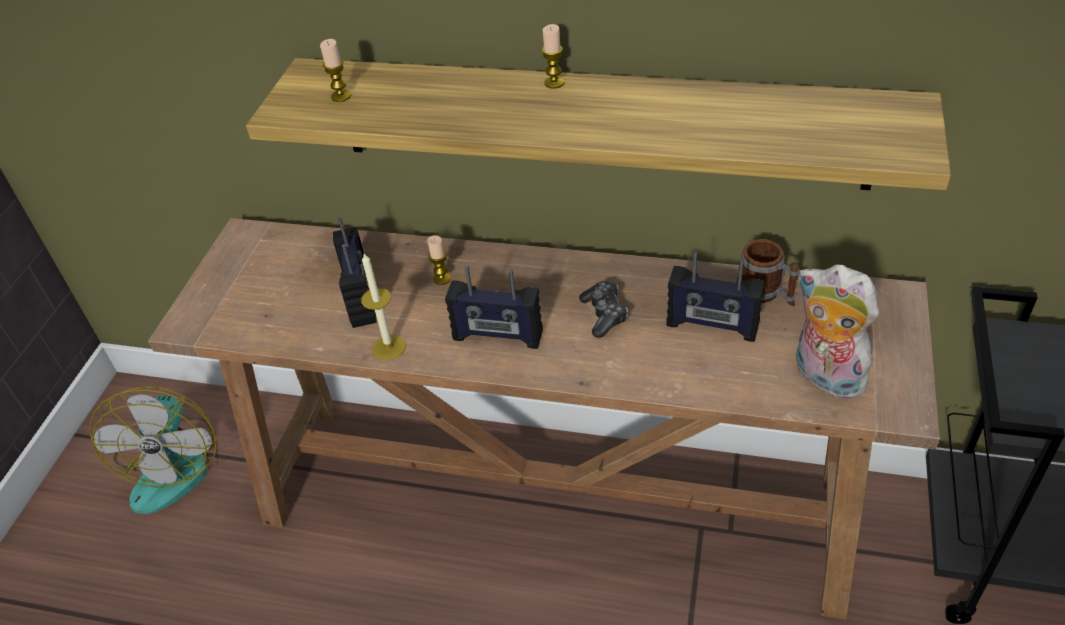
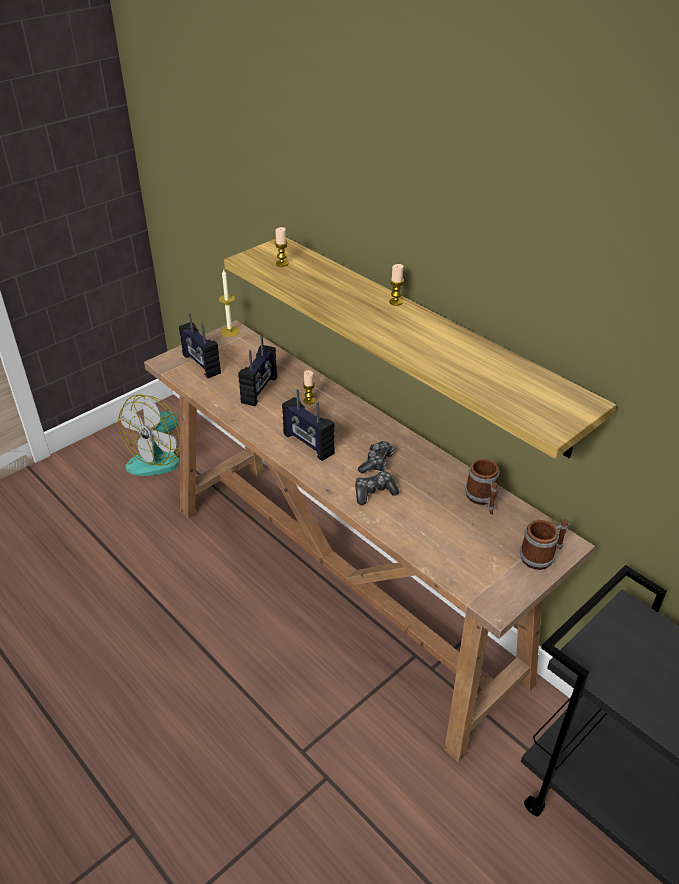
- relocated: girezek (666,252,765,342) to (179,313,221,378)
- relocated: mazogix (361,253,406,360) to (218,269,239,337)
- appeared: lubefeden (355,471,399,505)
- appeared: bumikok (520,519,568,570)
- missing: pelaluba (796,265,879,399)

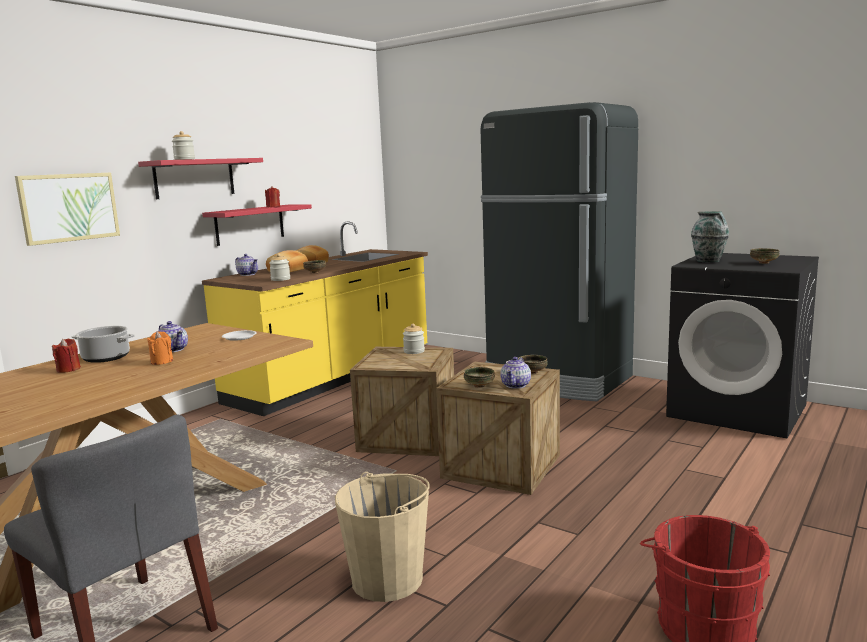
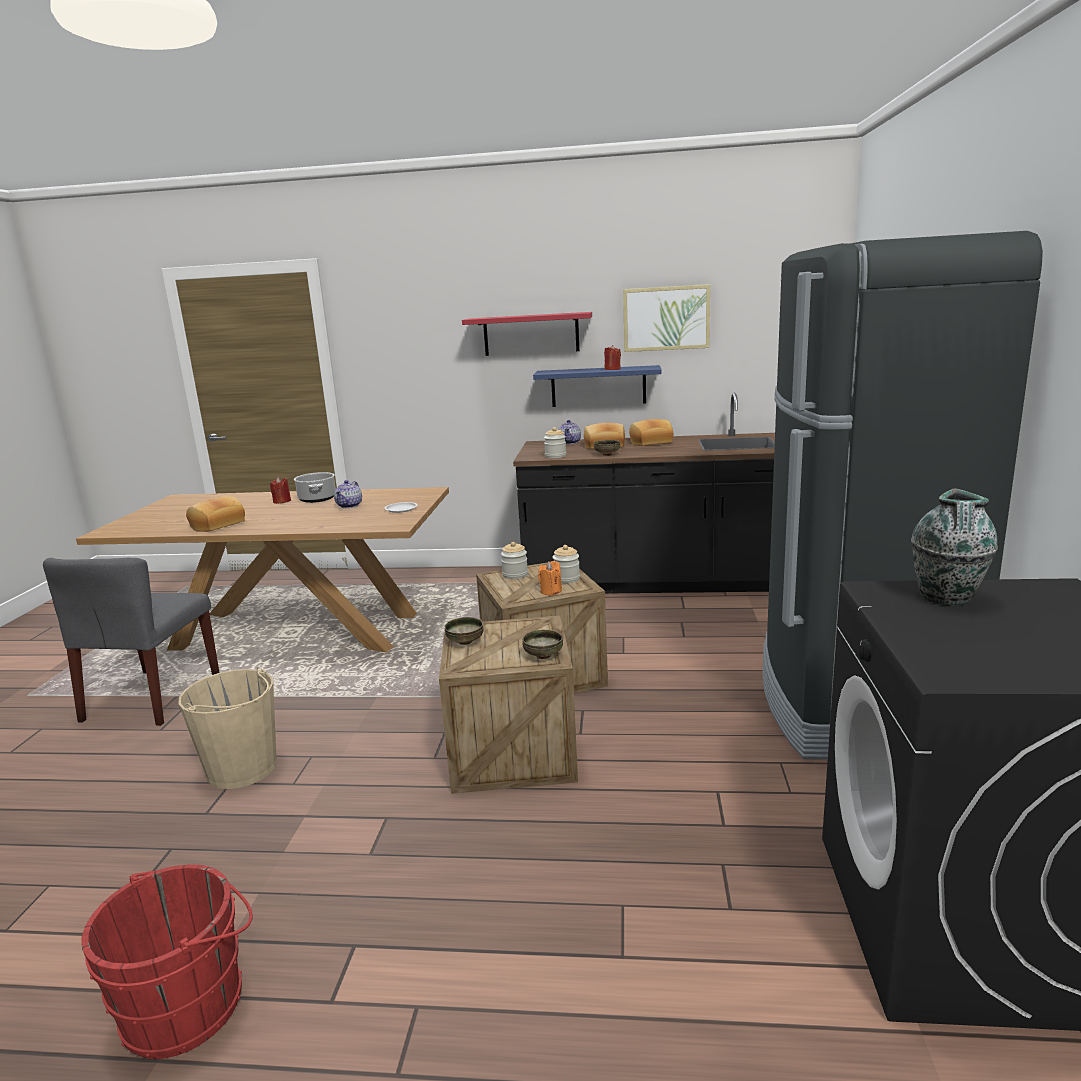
- appeared: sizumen (186,496,245,532)
- relocated: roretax (172,131,195,160) to (501,542,528,579)
- colour: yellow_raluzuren (202,221,428,416) to black_raluzuren (513,393,775,594)
- colour: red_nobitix (202,204,312,246) to blue_nobitix (533,365,662,407)
- relocated: orange_mazogix (147,331,173,365) to (538,561,562,595)
- relocated: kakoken (15,173,120,246) to (623,284,710,352)
- missing: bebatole (500,357,531,389)
- missing: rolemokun (750,248,780,264)

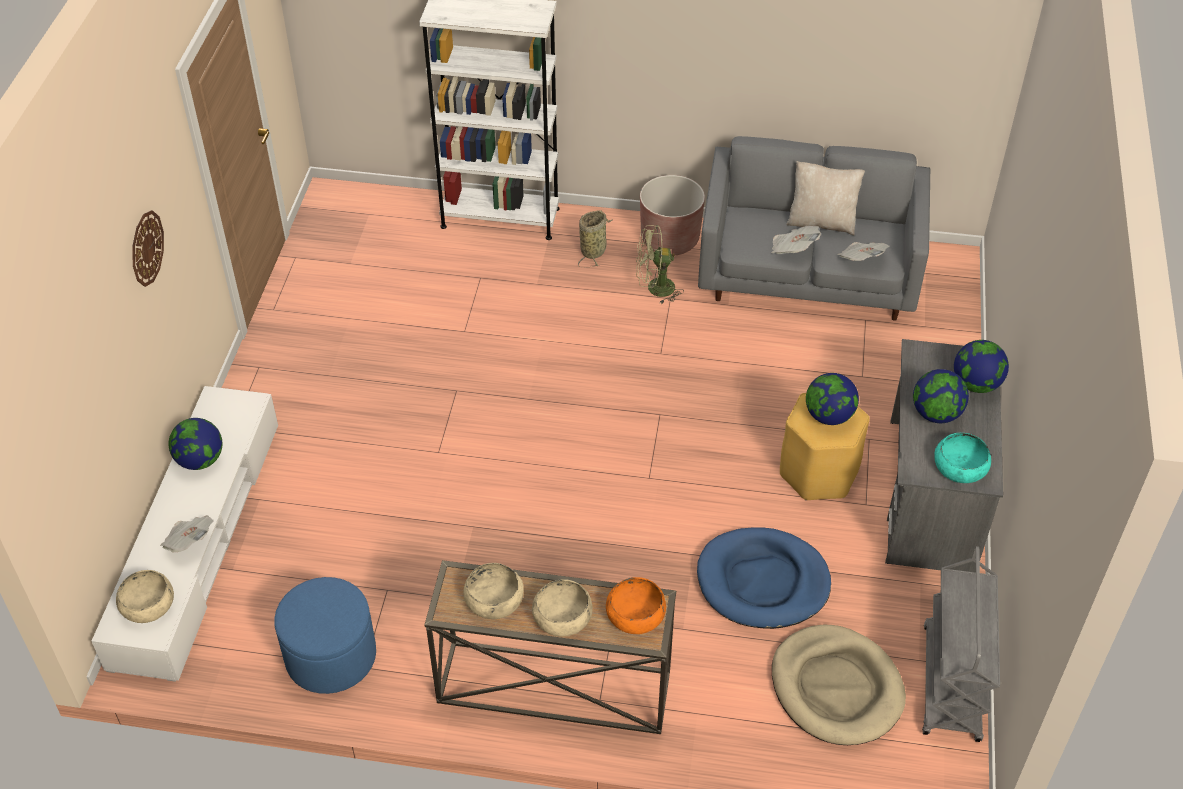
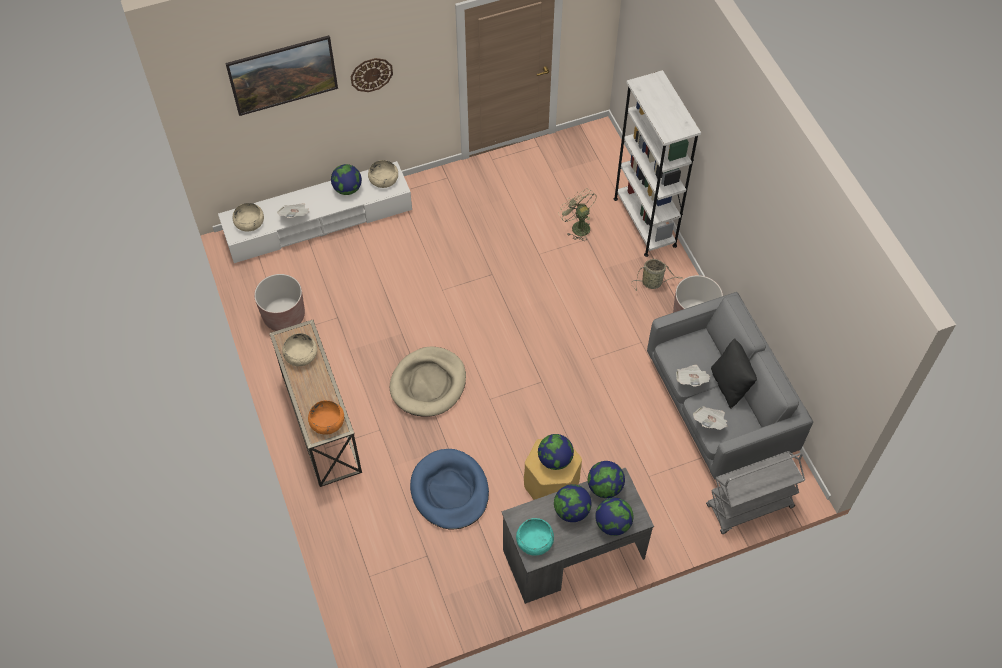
- appeared: kakoken (225,35,338,116)
- exchanged: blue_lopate (274,577,376,694) to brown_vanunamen (254,274,305,331)
- relocated: beige_rolemokun (532,579,593,637) to (368,160,398,188)
- relocated: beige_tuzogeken (772,625,906,745) to (390,346,466,417)
- relocated: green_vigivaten (636,225,684,304) to (558,188,597,241)
- appeared: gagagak (588,461,625,498)
- relocated: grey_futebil (922,546,1000,742) to (706,451,805,534)
- colour: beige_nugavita (786,161,865,235) to black_nugavita (711,338,757,408)

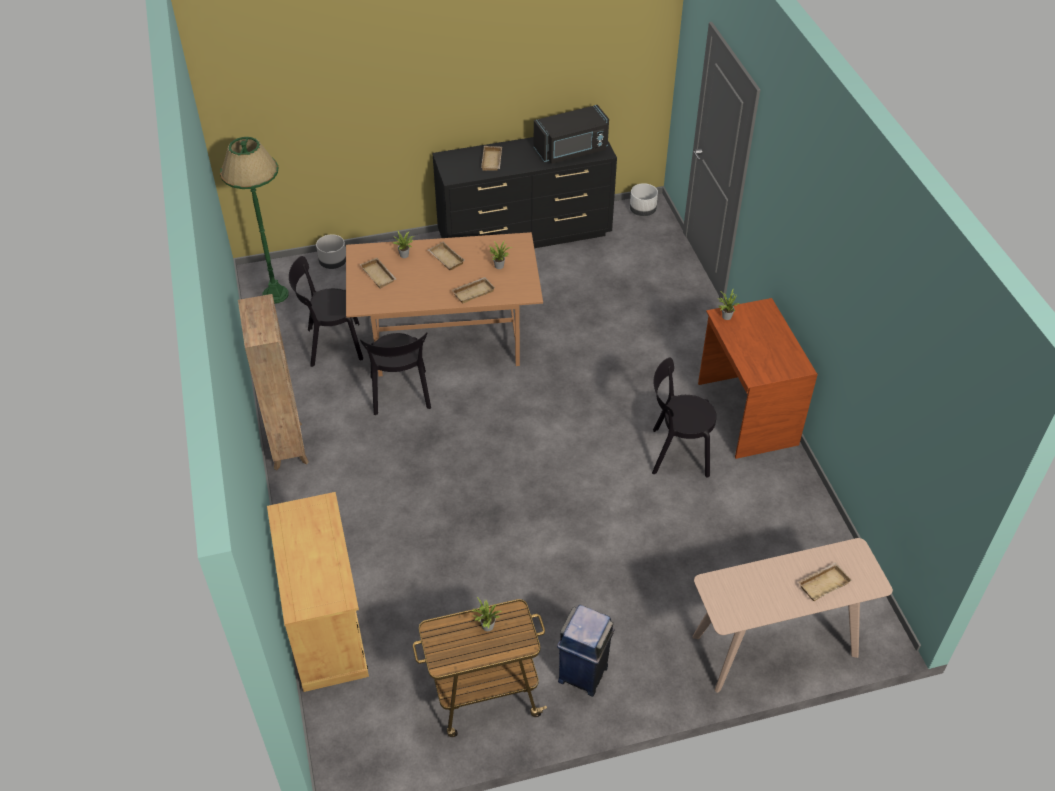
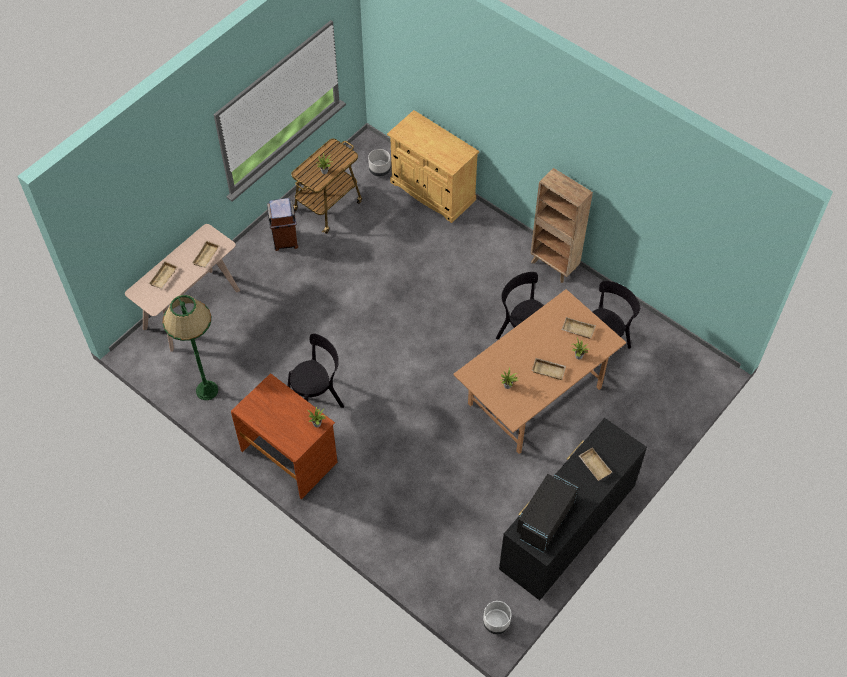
- relocated: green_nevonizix (220,137,289,304) to (163,295,218,400)
- relocated: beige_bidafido (452,277,495,303) to (192,240,220,268)
- colour: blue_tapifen (557,605,615,697) to brown_tapifen (267,198,298,251)
- relocated: grey_vanunamen (316,234,346,269) to (368,149,391,177)

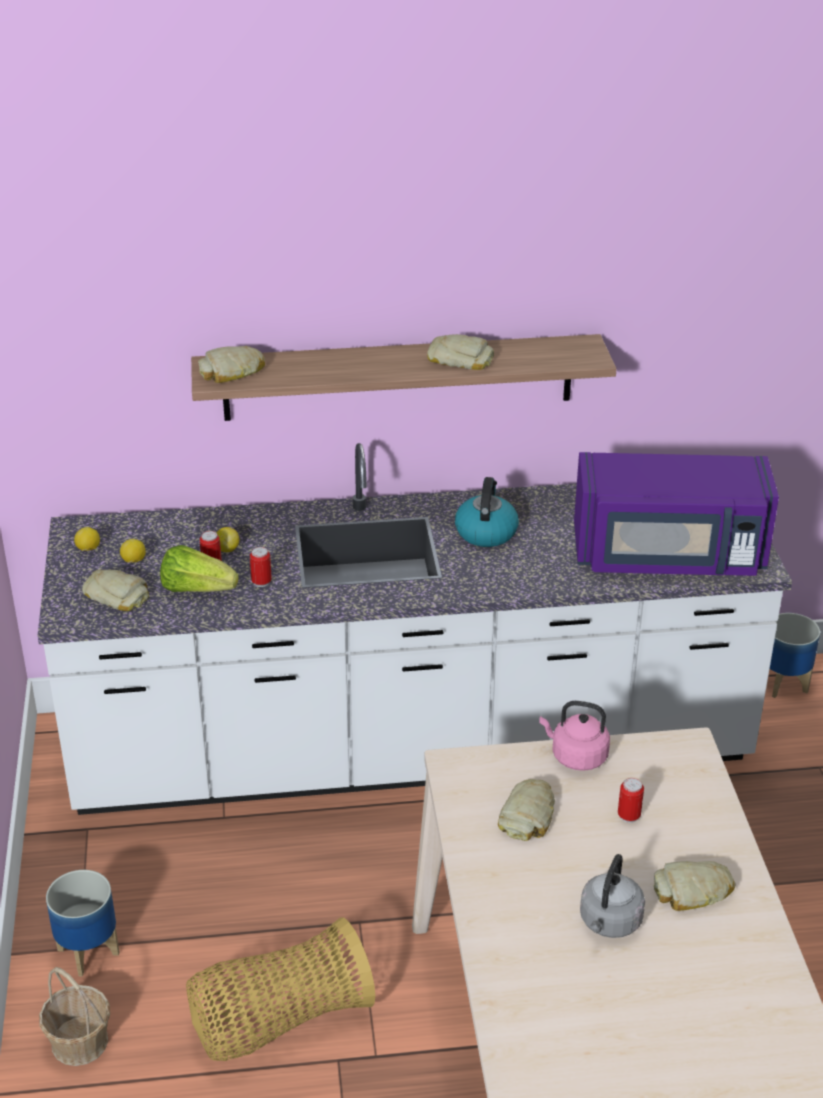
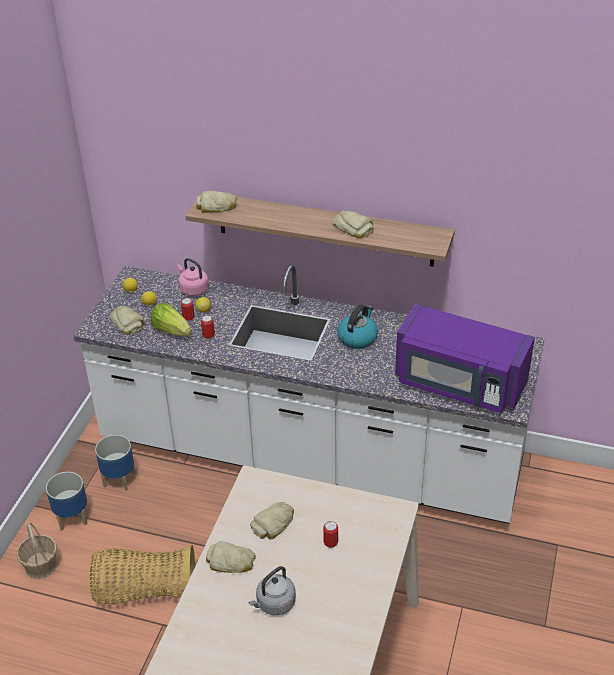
- relocated: vanunamen (770,613,820,698) to (95,435,135,491)
- relocated: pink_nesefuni (540,701,610,771) to (177,258,209,296)
- relocated: sizumen (654,861,736,911) to (206,541,256,573)

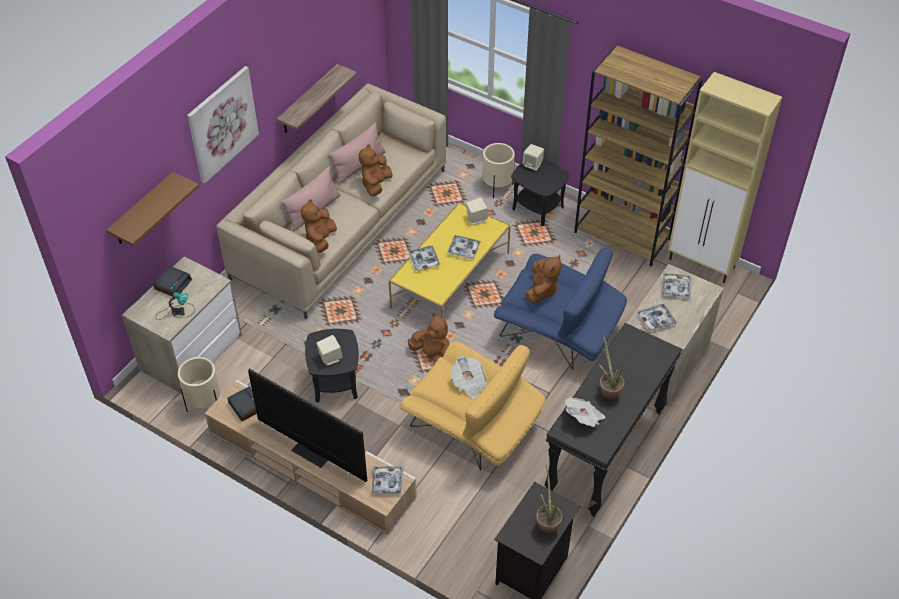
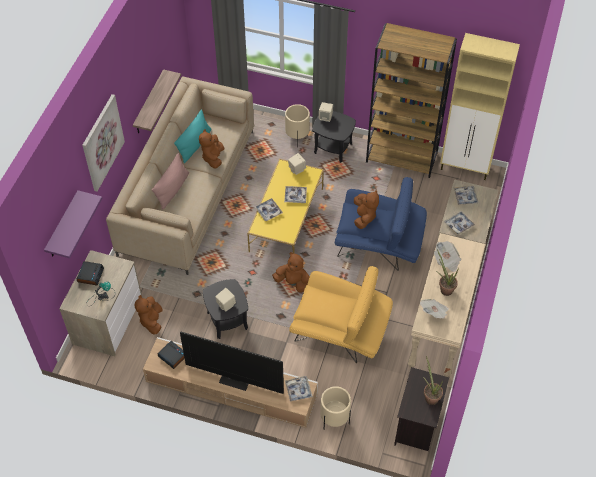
- colour: brown_nobitix (106,172,199,246) to purple_nobitix (44,190,102,258)
- relocated: brown_pelaluba (301,199,337,253) to (135,295,163,335)
- colour: pink_nugavita (329,123,386,184) to turquoise_nugavita (174,109,212,163)
- relocated: beige_vanunamen (178,357,220,412) to (320,386,351,429)
- colour: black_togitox (544,323,682,517) to beige_togitox (408,233,486,377)
- relocated: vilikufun (451,356,488,399) to (434,241,461,272)

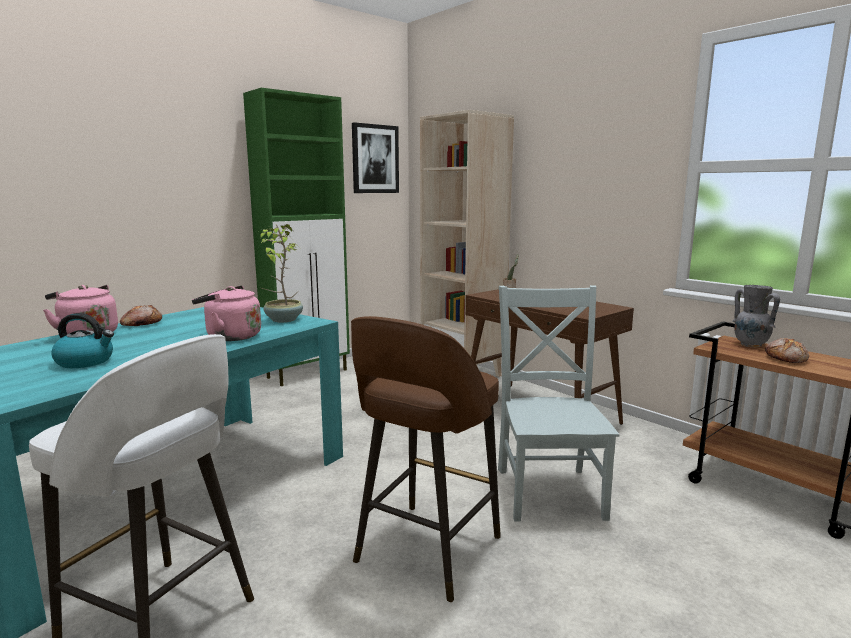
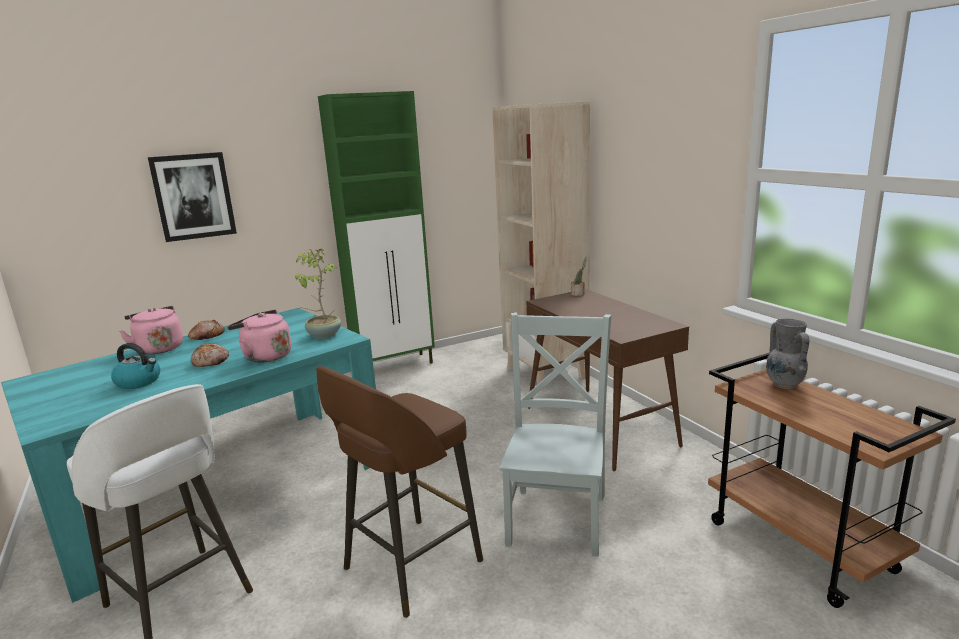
- relocated: kakoken (352,122,399,193) to (148,152,237,242)
- relocated: sizumen (765,338,809,363) to (191,343,229,367)

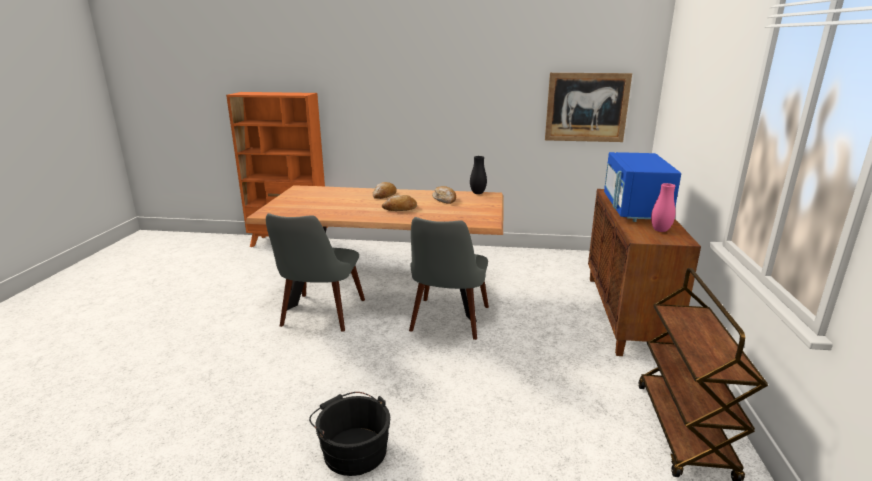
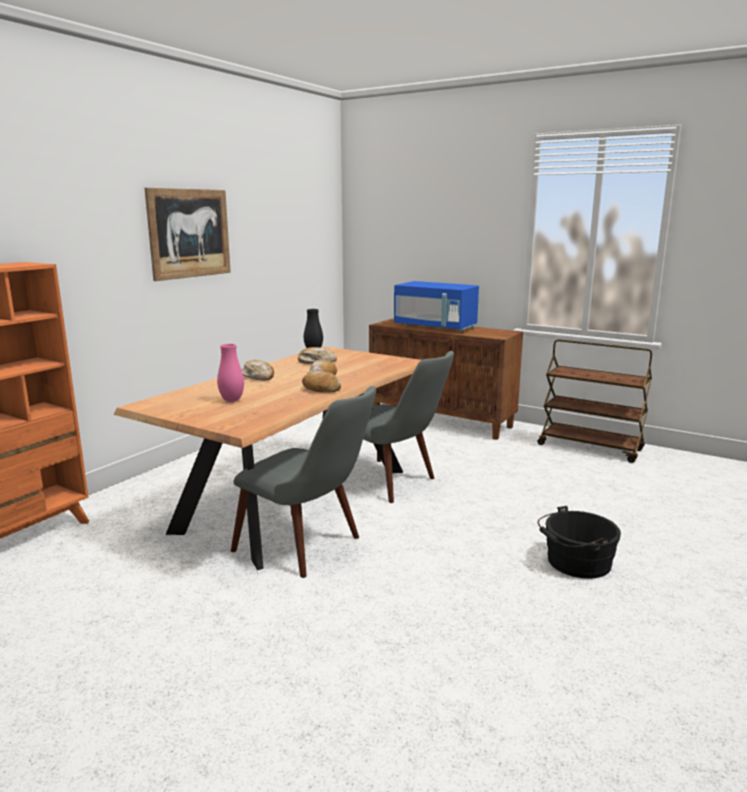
- relocated: kakoken (545,73,632,142) to (144,188,231,281)
- relocated: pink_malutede (651,183,675,232) to (217,344,244,402)
- appeared: sizumen (302,371,341,393)

